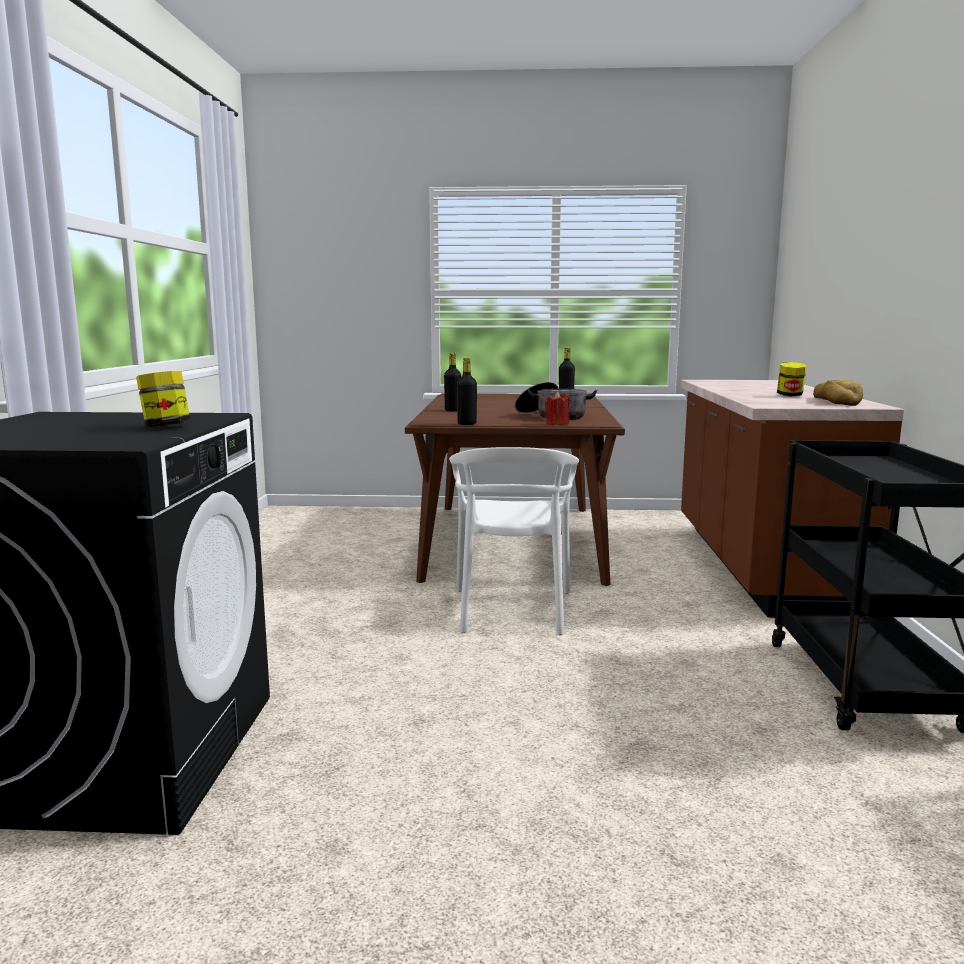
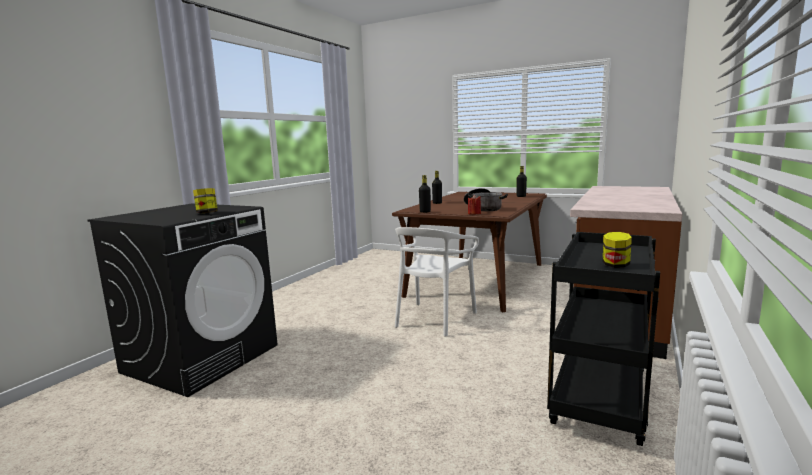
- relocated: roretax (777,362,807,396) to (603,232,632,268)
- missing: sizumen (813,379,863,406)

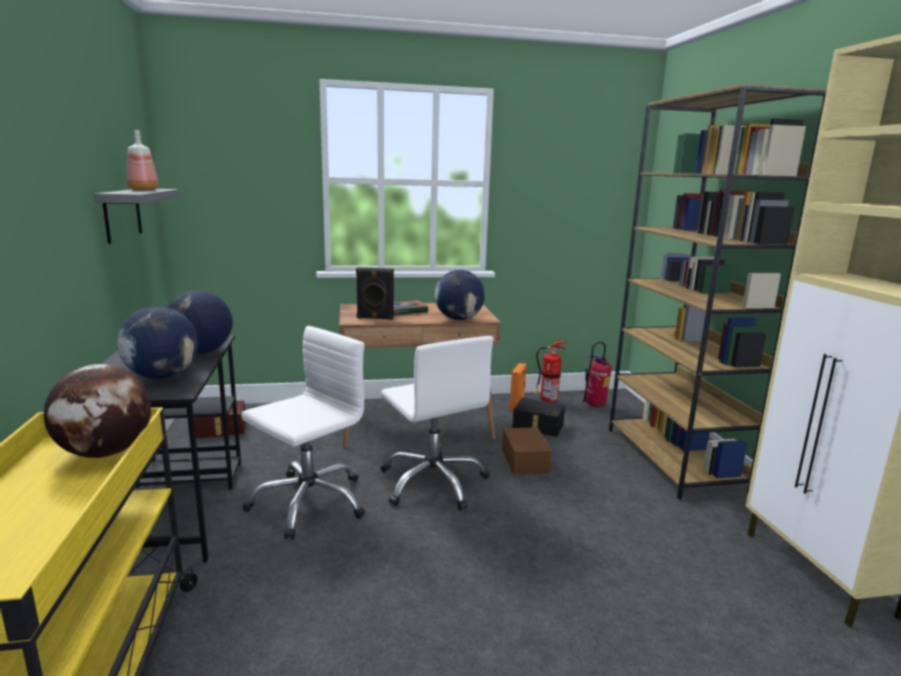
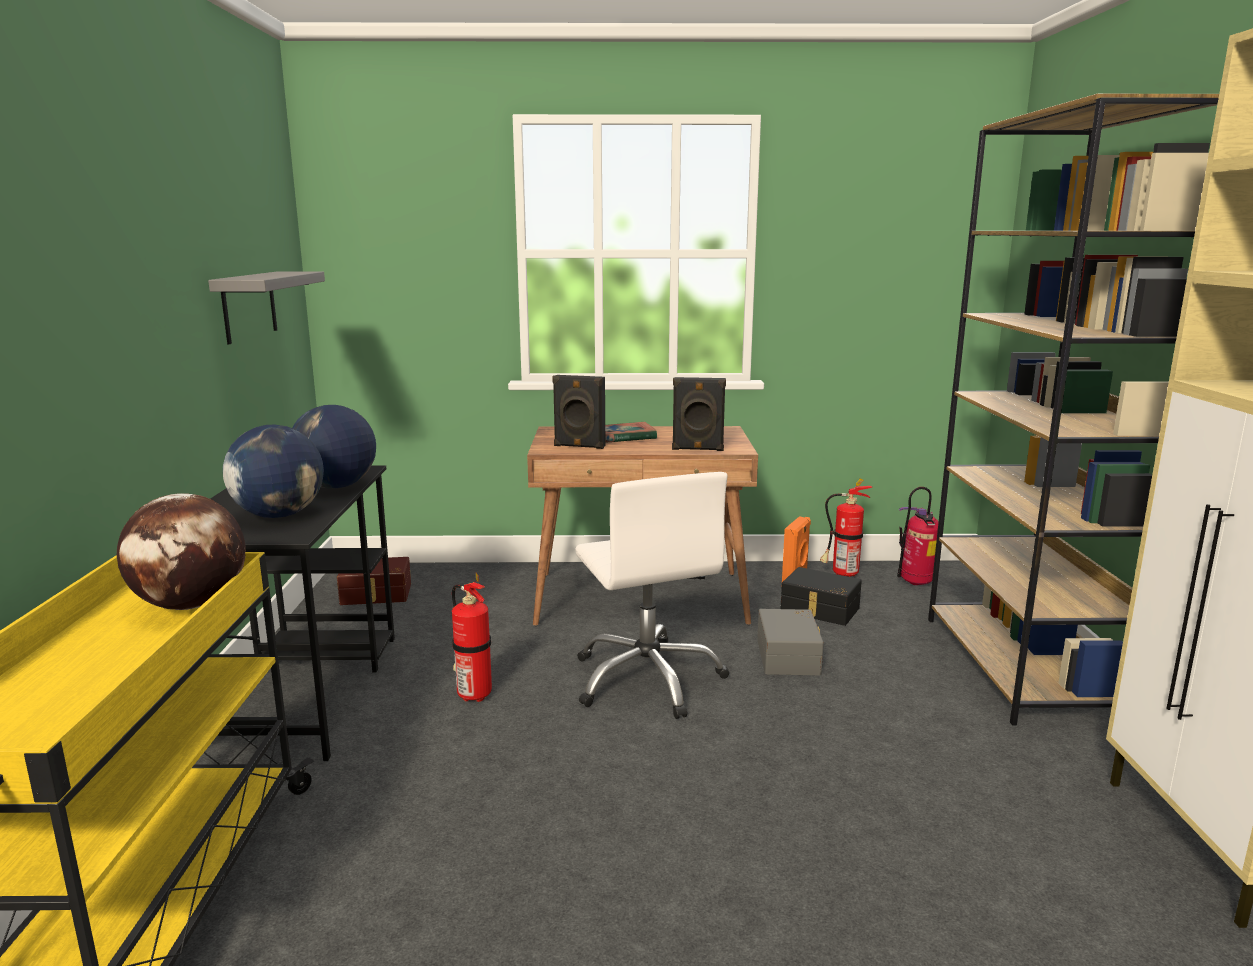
- exchanged: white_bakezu (241,326,365,539) to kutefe (452,573,492,702)
- exchanged: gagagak (435,270,485,320) to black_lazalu (672,377,726,451)
- colour: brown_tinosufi (502,427,552,474) to grey_tinosufi (757,609,824,676)
- missing: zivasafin (127,130,158,190)

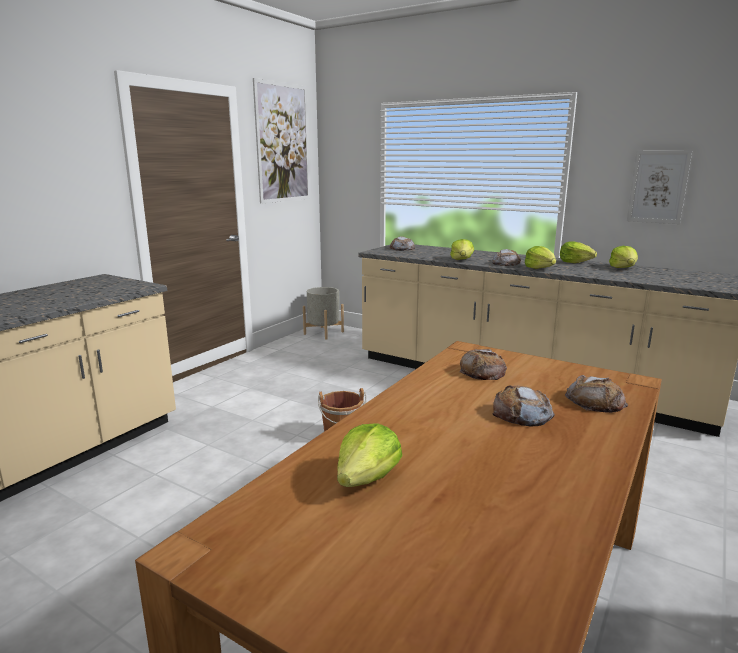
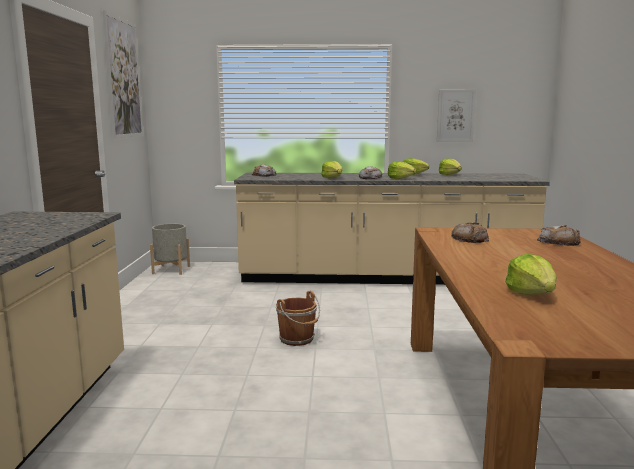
- missing: sizumen (492,385,555,426)

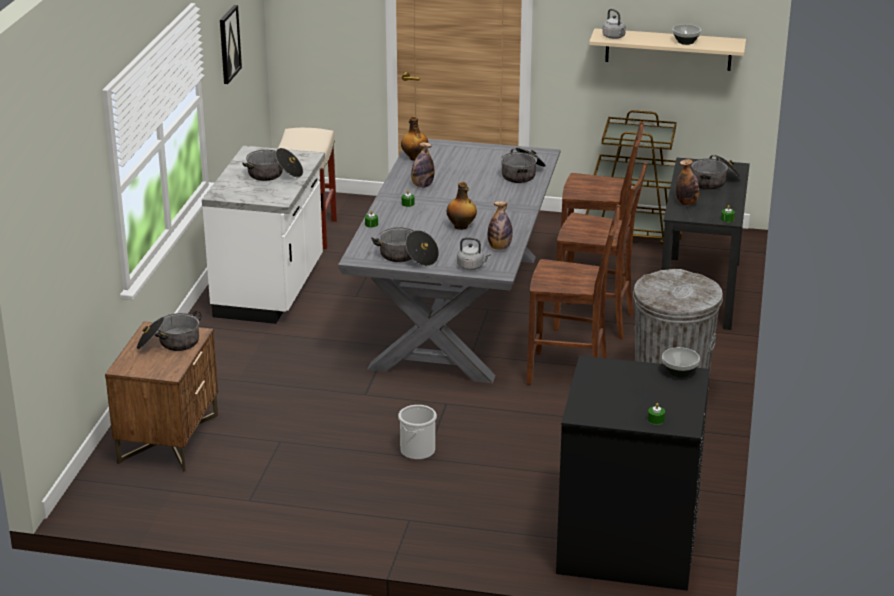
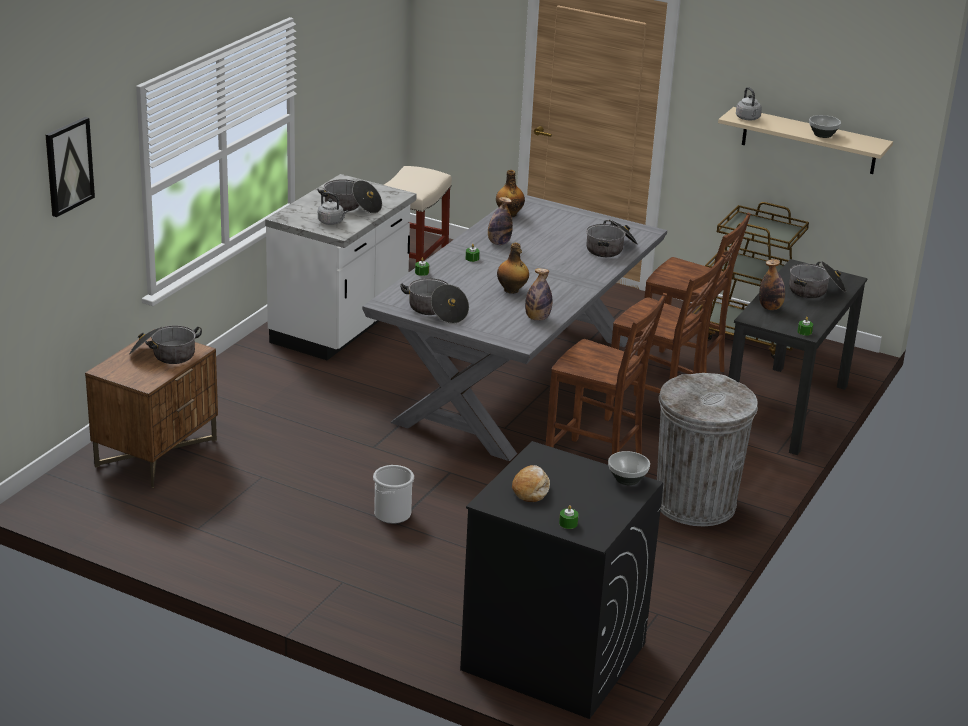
- relocated: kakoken (220,5,242,84) to (46,117,95,217)
- relocated: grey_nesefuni (457,237,491,270) to (318,192,348,225)
- appeared: sizumen (512,465,550,502)

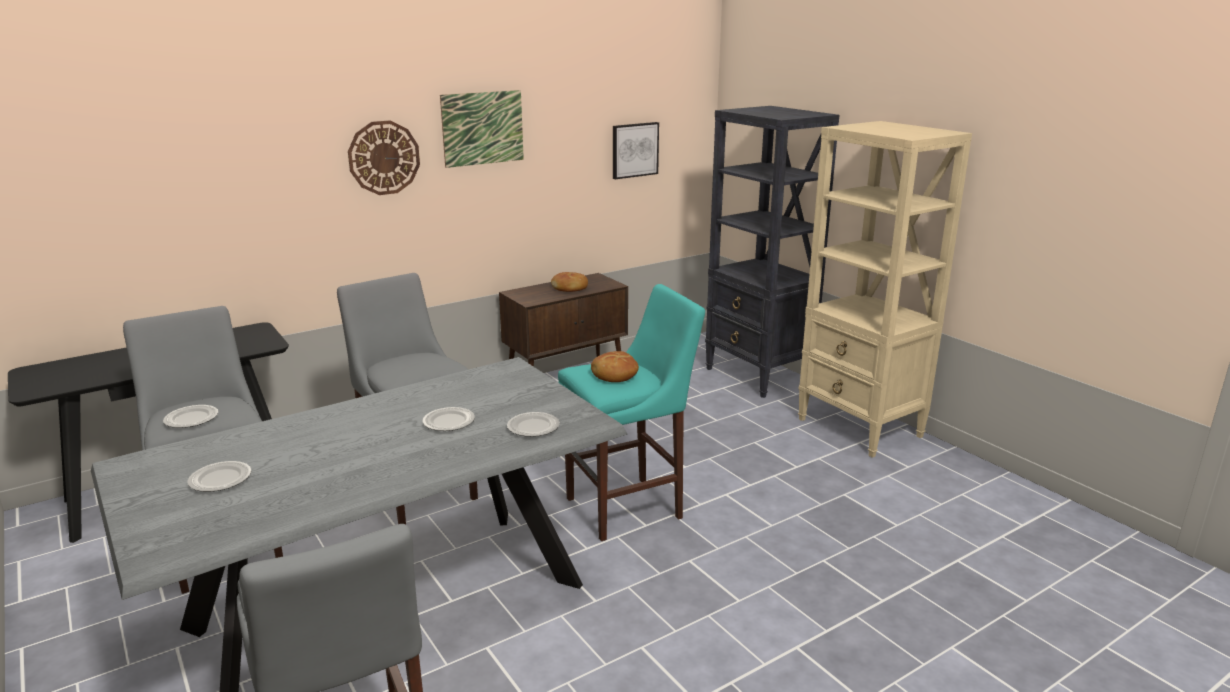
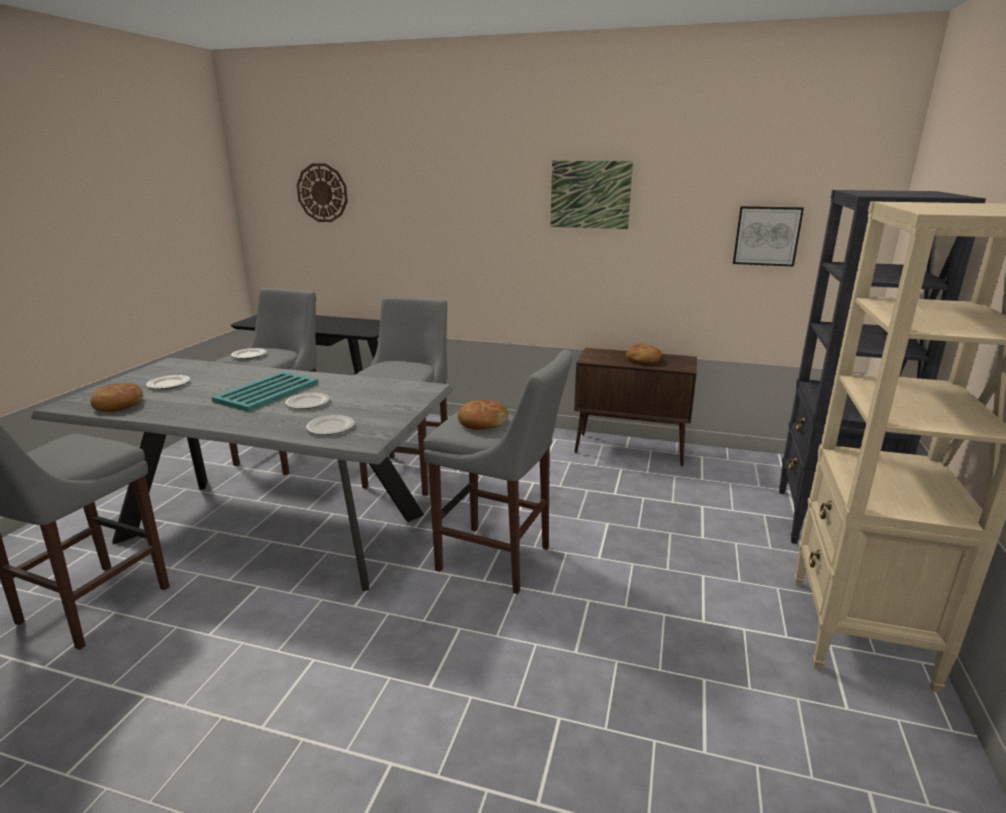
- appeared: sizumen (91,383,143,412)
- appeared: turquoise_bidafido (211,371,319,412)
- relocated: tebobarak (348,120,420,195) to (297,163,348,222)
- colour: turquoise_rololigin (558,284,705,541) to grey_rololigin (423,350,573,594)

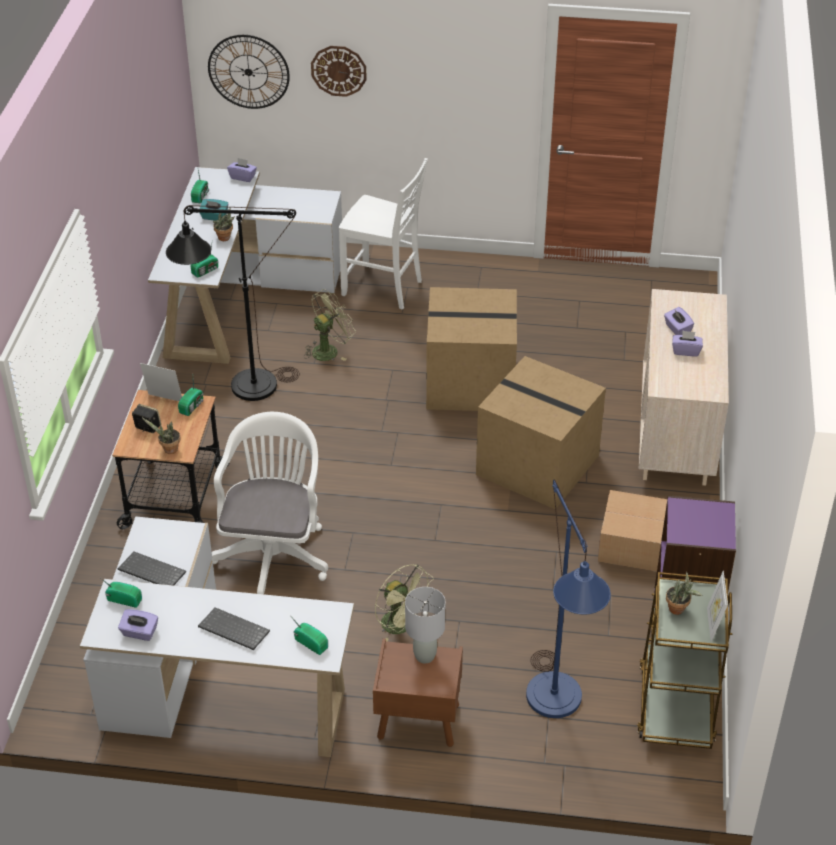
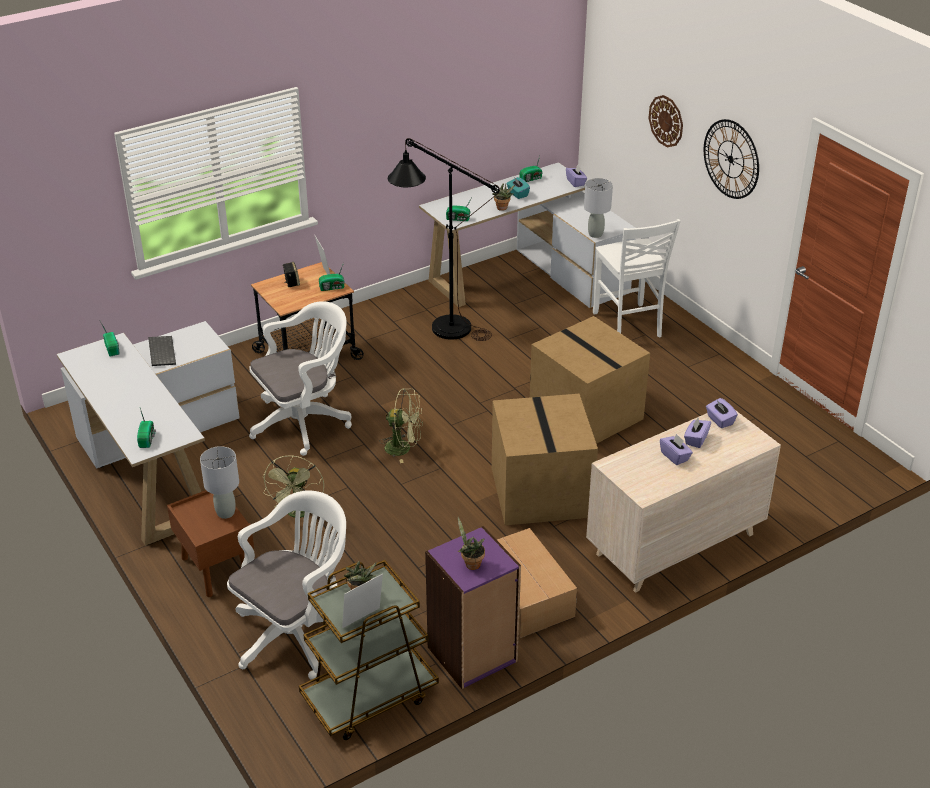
- exchanged: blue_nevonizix (526,479,611,718) to white_bakezu (227,490,346,680)
- relocated: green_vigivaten (304,289,356,361) to (379,389,423,463)
- relocated: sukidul (142,418,181,454) to (458,517,485,570)
- appeared: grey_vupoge (584,178,613,238)
- relocated: tebobarak (208,35,290,109) to (704,119,759,199)
- relocated: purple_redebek (118,609,158,641) to (706,398,738,428)
- missing: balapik (198,607,270,650)

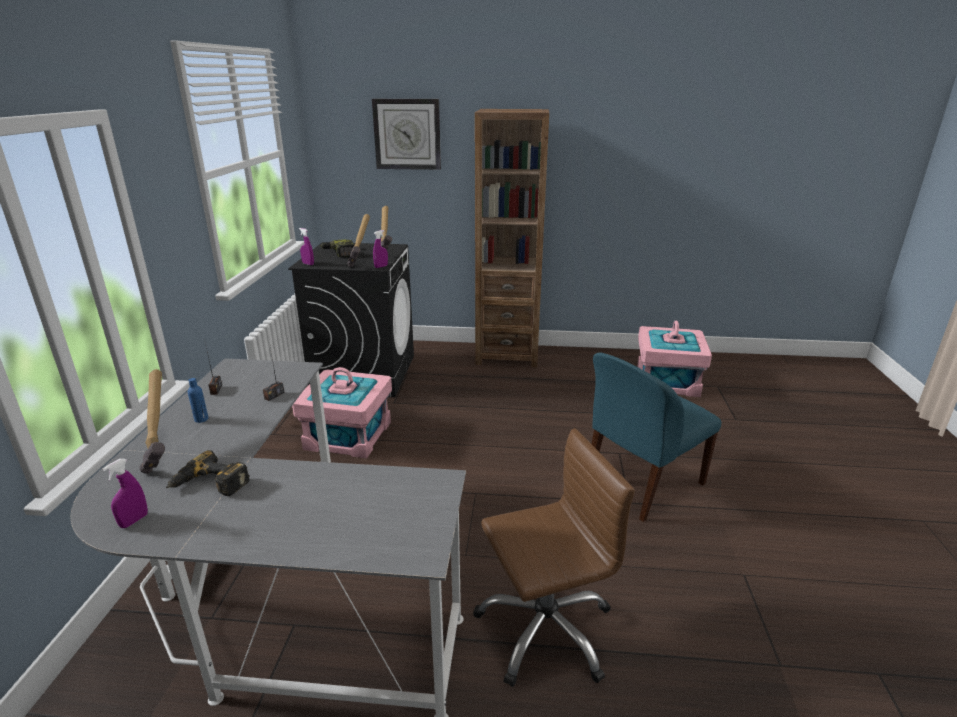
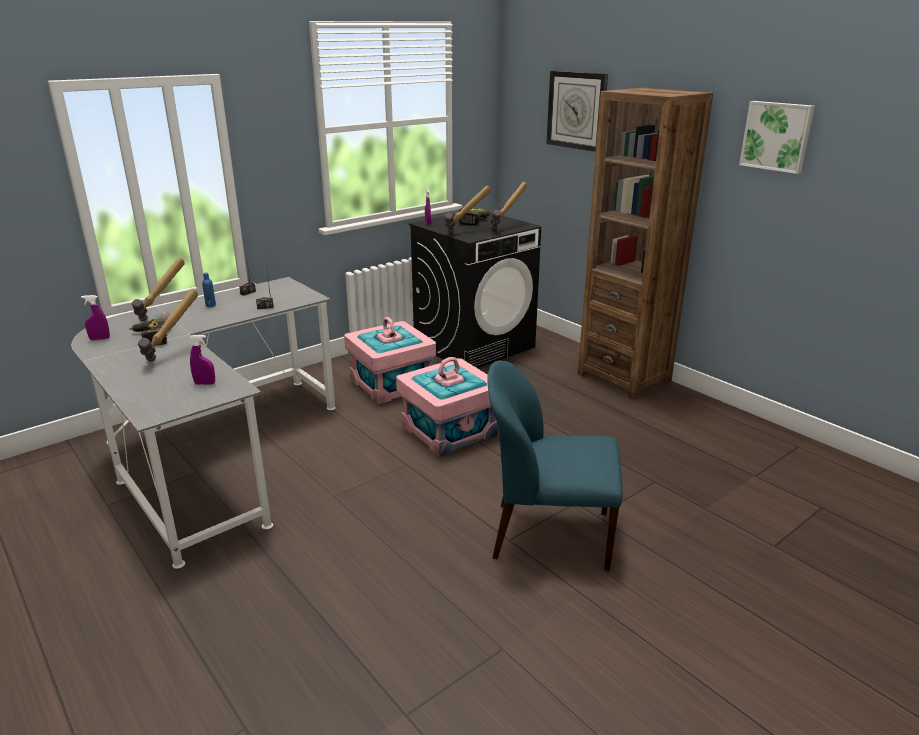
- appeared: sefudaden (138,289,198,362)
- relocated: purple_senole (373,230,388,268) to (190,335,215,385)
- relocated: pink_tinosufi (637,320,712,397) to (396,357,498,457)
- appeared: kakoken (739,101,815,174)
- missing: brown_bakezu (473,428,635,687)

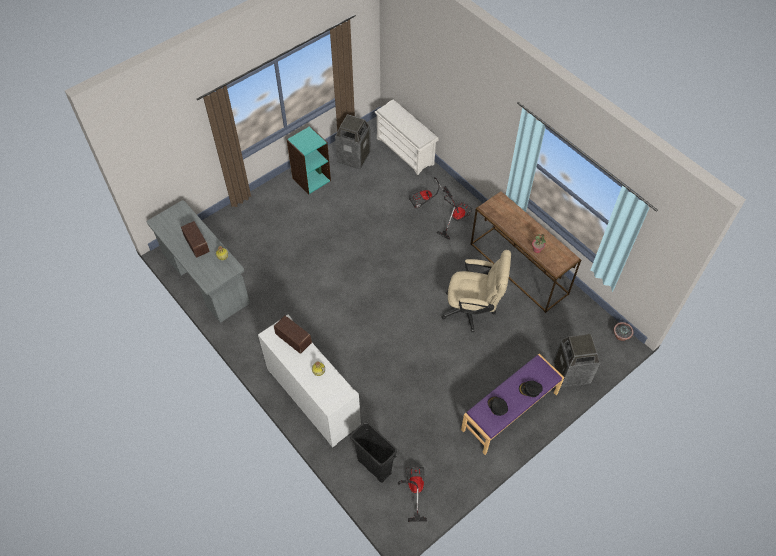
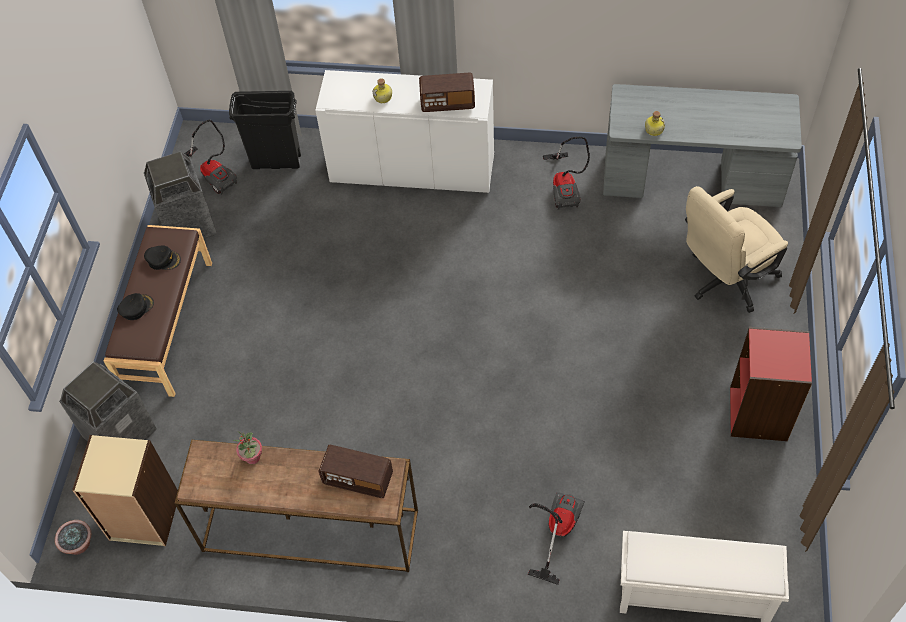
- appeared: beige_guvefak (72,435,178,546)
- colour: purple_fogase (461,354,564,455) to brown_fogase (104,225,212,397)
- relocated: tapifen (335,114,371,169) to (144,151,217,239)
- relocated: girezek (181,221,210,258) to (318,445,393,498)
- relocated: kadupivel (437,195,472,240) to (543,137,590,209)
- relocated: beige_bakezu (441,250,511,332) to (685,186,788,313)
- colour: turquoise_guvefak (287,126,331,195) to red_guvefak (730,327,812,441)

